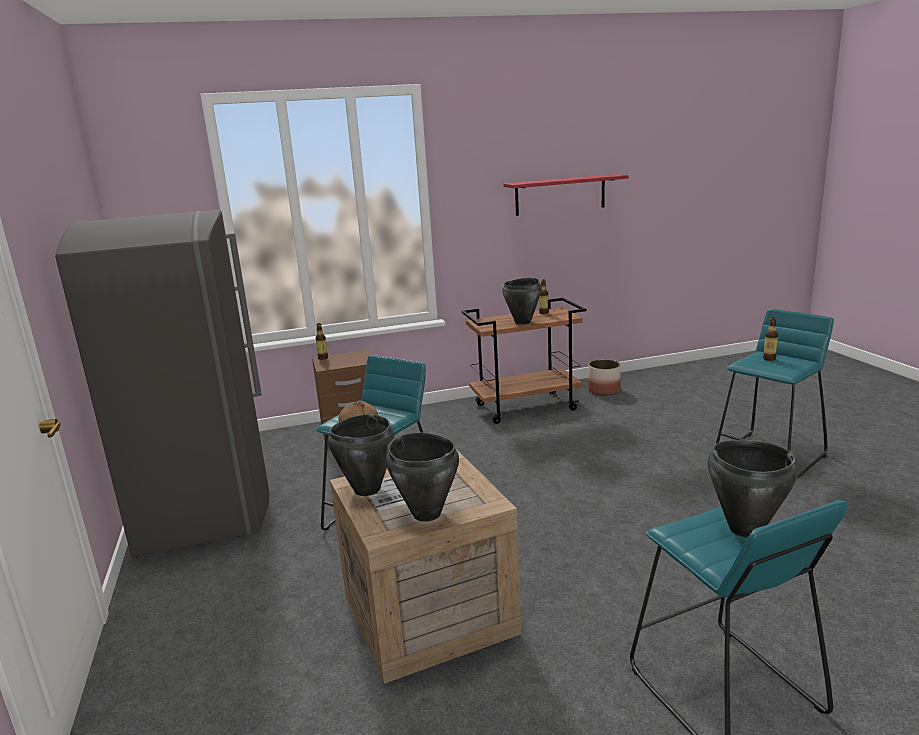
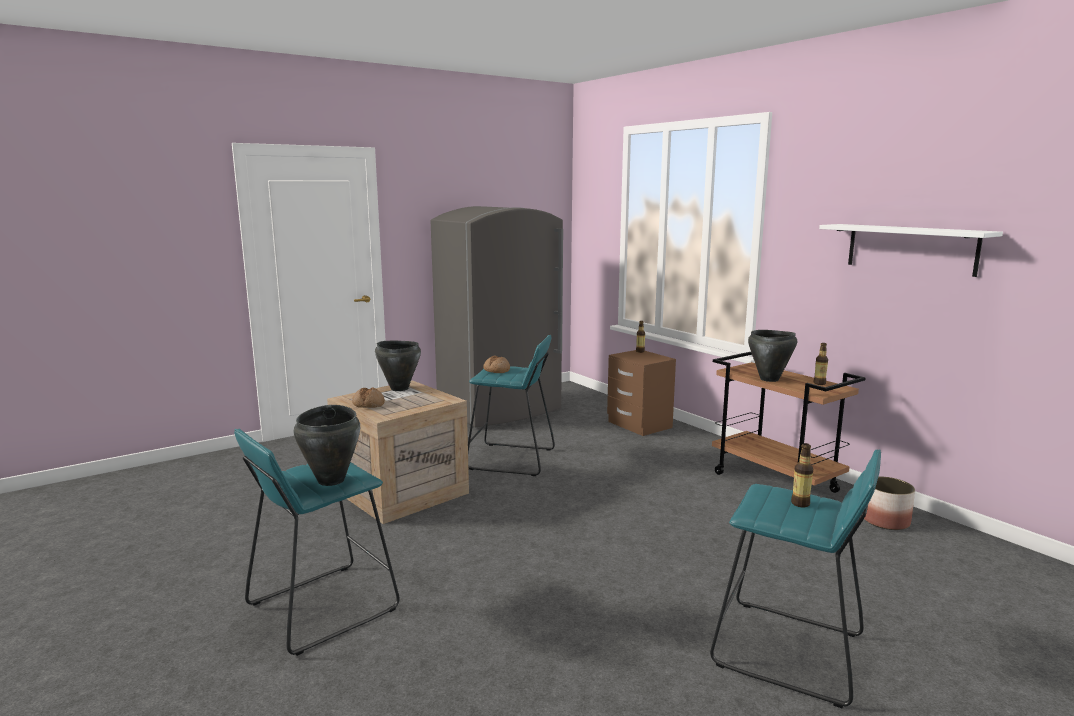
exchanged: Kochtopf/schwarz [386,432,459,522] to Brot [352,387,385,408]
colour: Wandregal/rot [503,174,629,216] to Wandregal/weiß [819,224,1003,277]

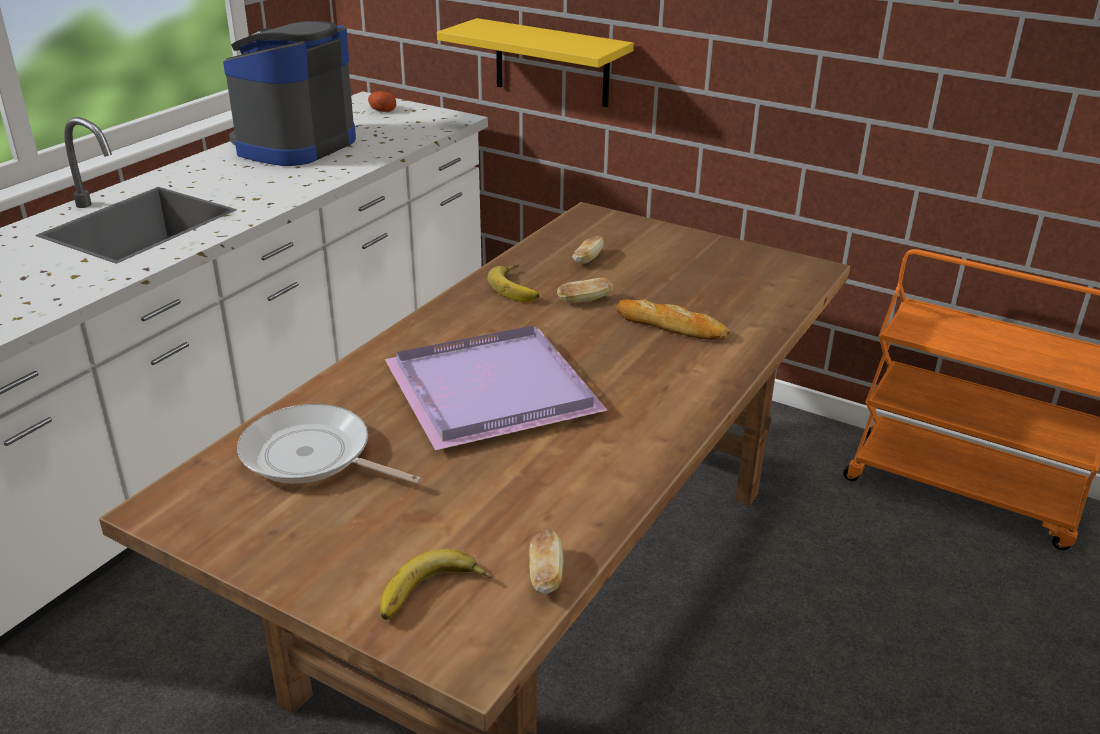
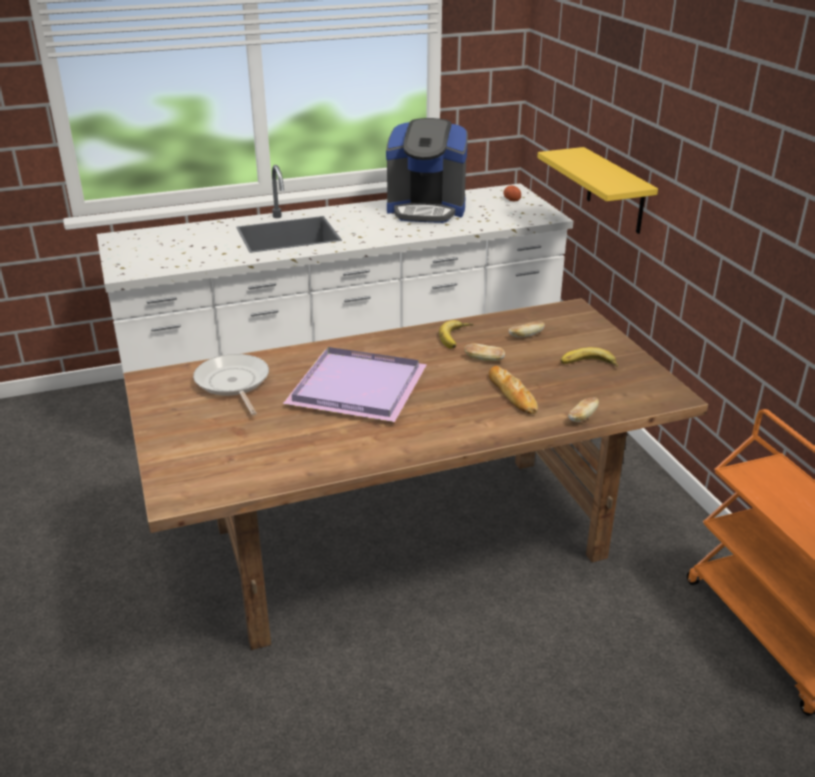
relocated: Banane [380,549,492,620] to [560,347,618,367]; Brot [529,529,563,594] to [568,397,599,422]
spun: Kaffeemaschine [223,21,356,166] = [386,118,468,223] 150 degrees counterclockwise

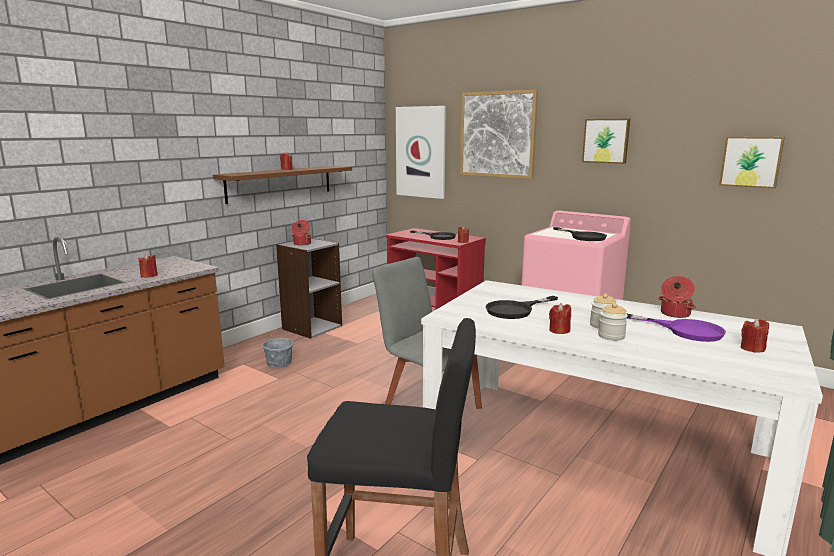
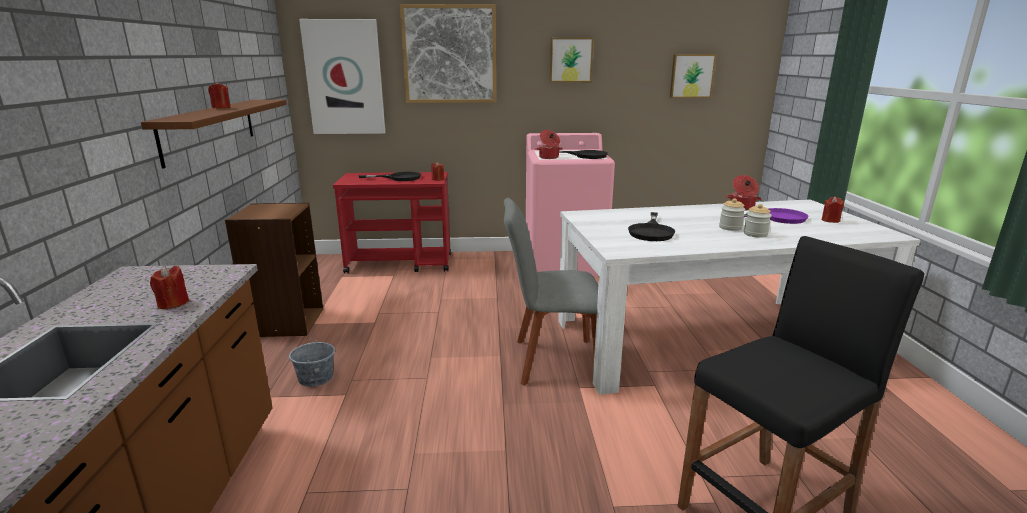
missing: Kerze/rot [549,303,571,334]
relocated: Kochtopf [291,220,312,245] to [535,130,563,159]
colour: Bücherregal/grau [276,238,342,339] to Bücherregal/braun [225,203,323,337]

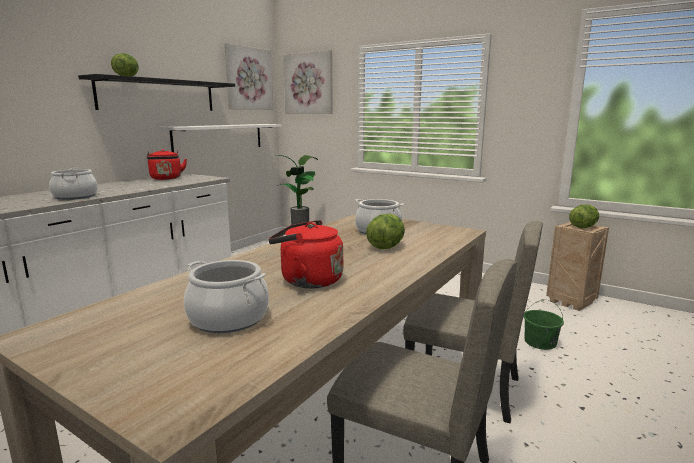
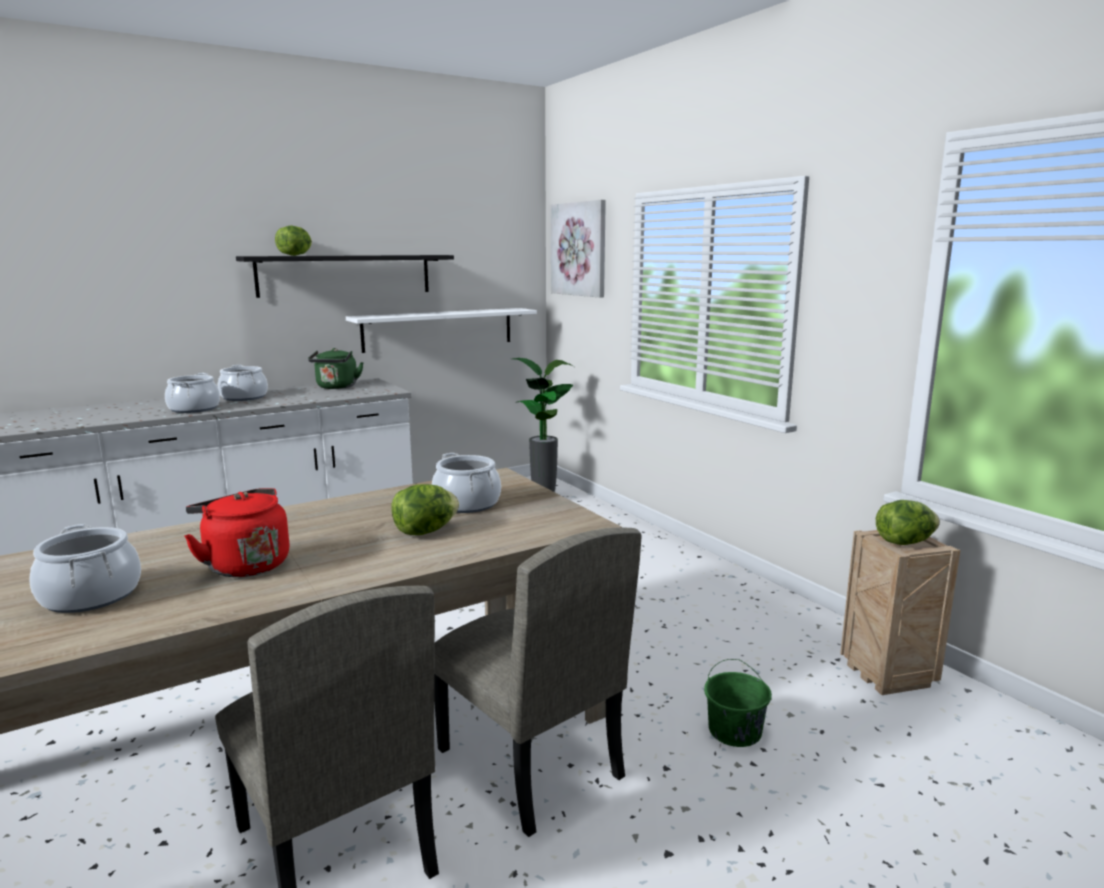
missing: Bild [224,43,273,110]
appeared: Kochtopf [218,365,268,401]
colour: Wasserkessel/rot [147,149,187,180] to Wasserkessel/grün [308,348,364,389]

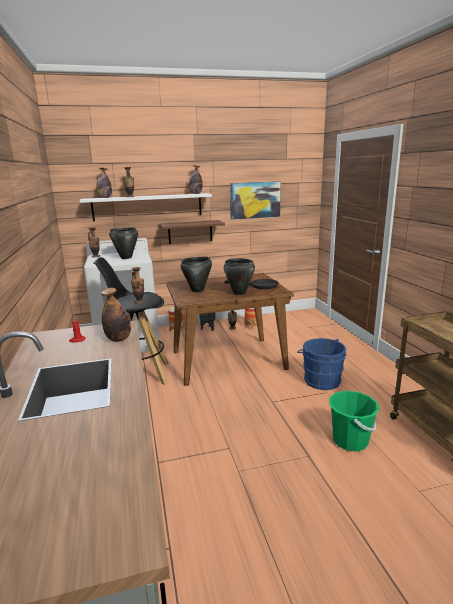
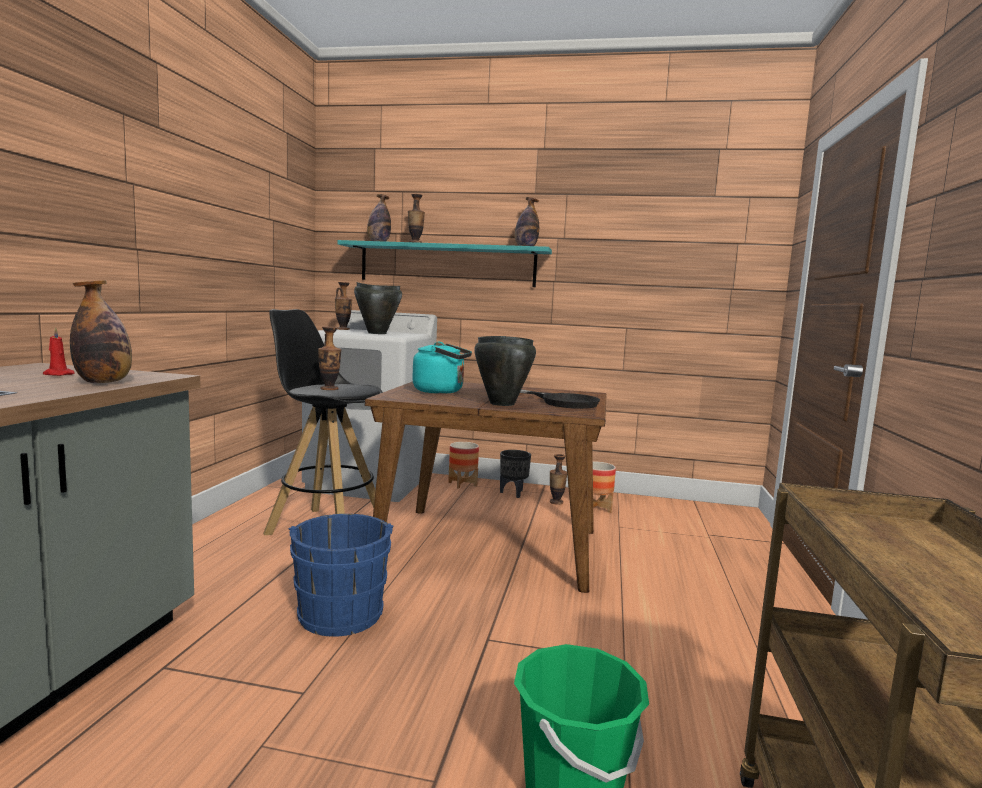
missing: Wandregal/braun [160,220,225,244]; Bild [230,181,281,220]
relocated: Eimer/blau [297,338,346,390] to [289,514,394,637]
exchanged: Kochtopf/schwarz [180,257,212,292] to Wasserkessel/türkis [412,342,472,394]
colour: Wandregal/weiß [80,193,212,221] to Wandregal/türkis [338,240,552,287]

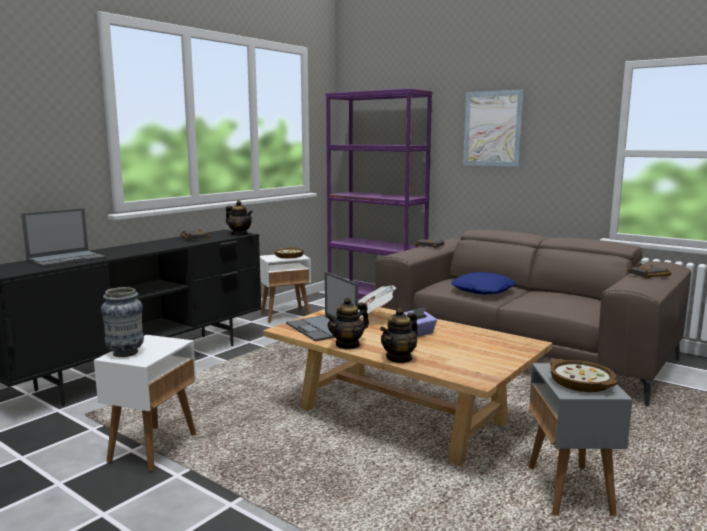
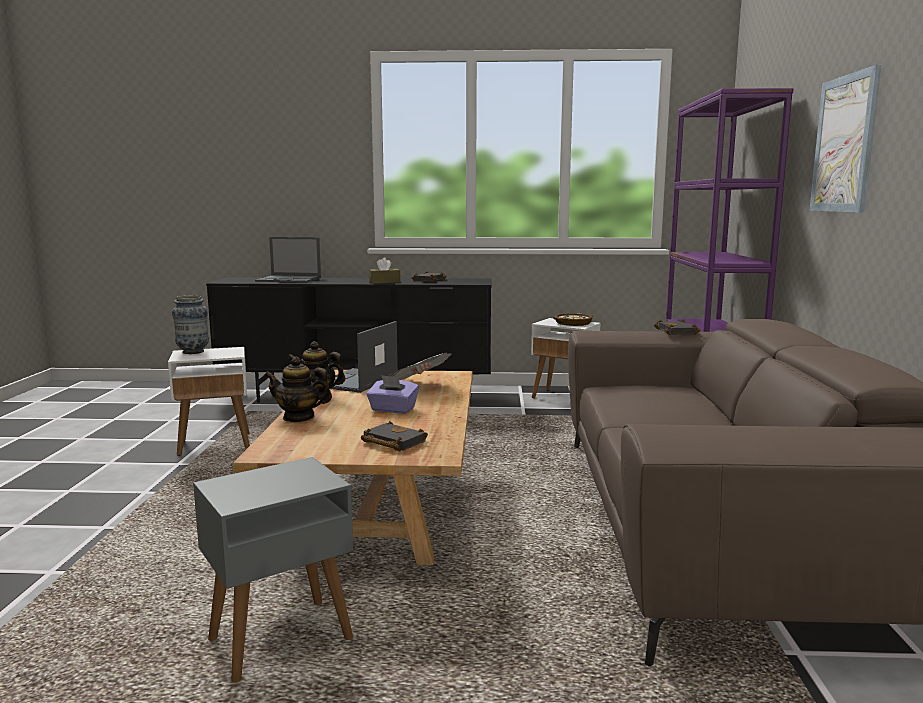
missing: Teekanne [226,200,253,235]; Kissen/blau [451,272,516,294]; Schüssel [550,359,618,392]
appeared: Taschentuchbox/braun [369,257,400,284]
relocated: Buch/schwarz [628,265,672,278] to [361,421,428,451]

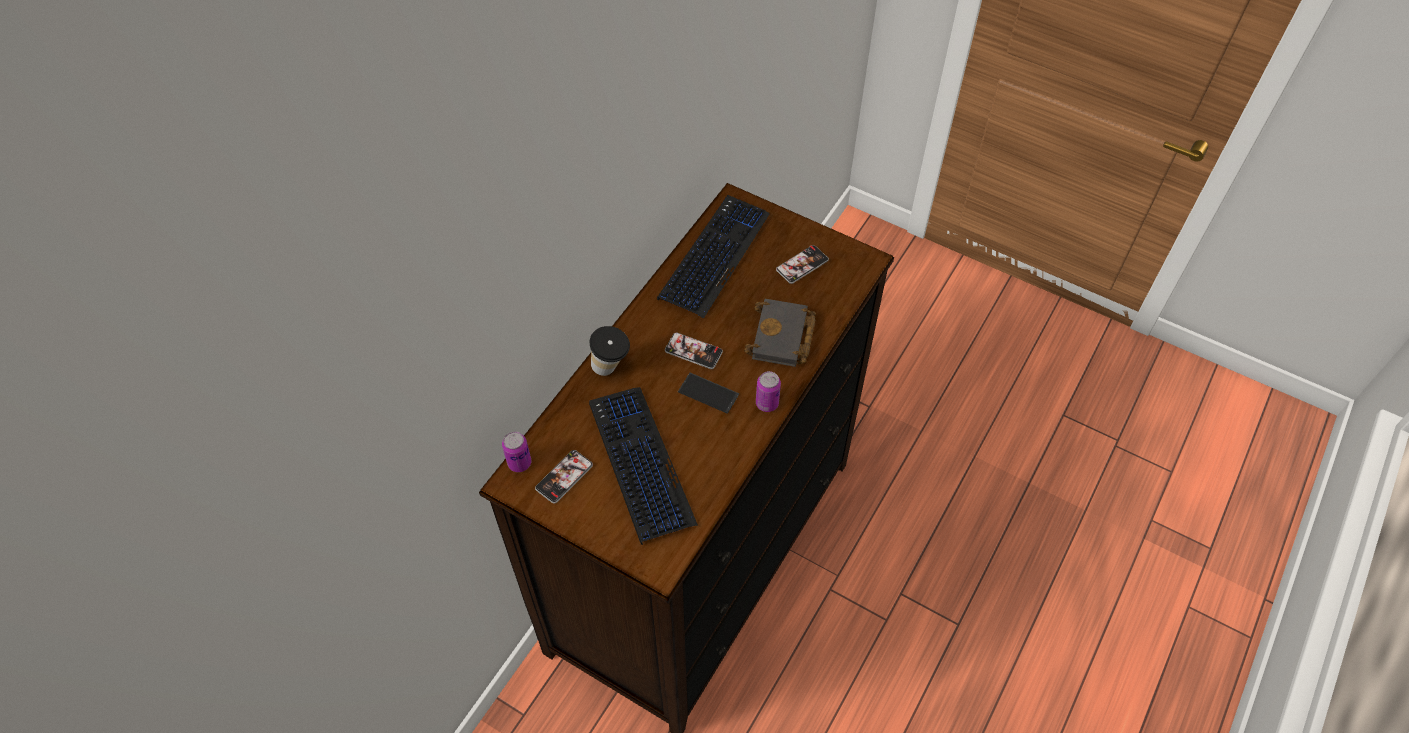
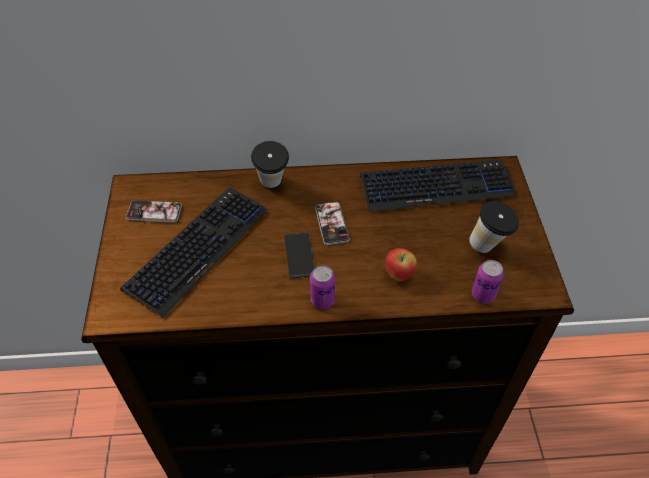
relocated: Dose [502,431,531,472] to [472,260,504,303]
exchanged: Buch/schwarz [744,299,816,367] to Apfel [385,248,417,281]; Handy [776,245,829,284] to Tasse [469,201,519,253]

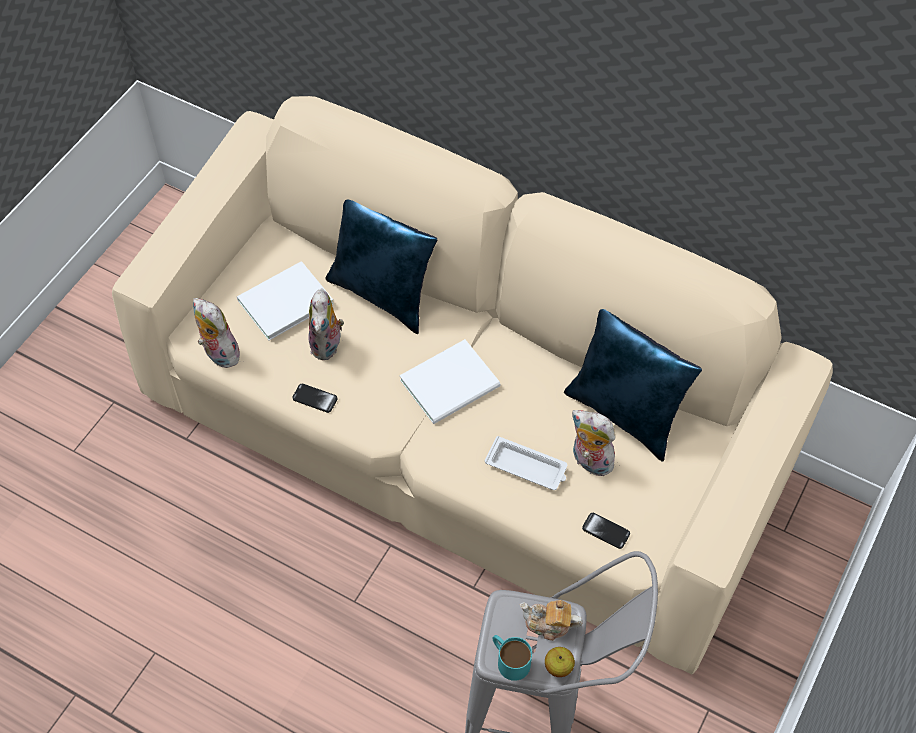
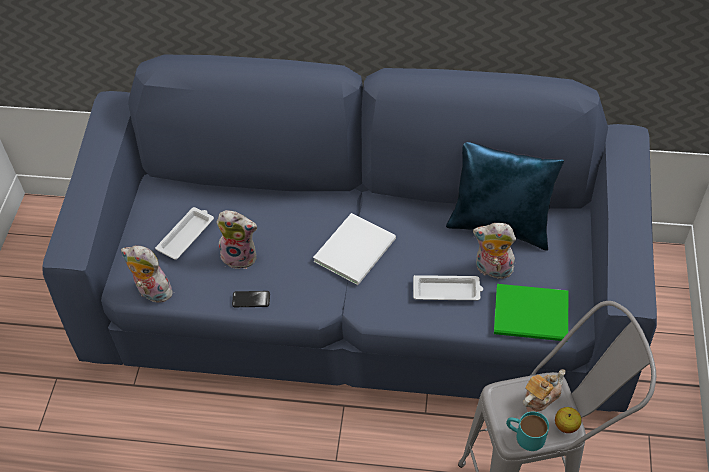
missing: Kissen/blau [325,200,437,334]
exchanged: Buch/weiß [237,261,334,340] to Tablett/weiß [155,207,214,260]; Handy [582,513,630,549] to Buch/grün [494,284,569,341]
colour: Sofa/beige [112,96,833,674] to Sofa/blau [42,55,657,412]
spun: Plüschtier [308,289,344,360] = [217,210,257,269] 60 degrees counterclockwise; Teekanne [520,600,583,641] = [523,369,566,411] 150 degrees clockwise

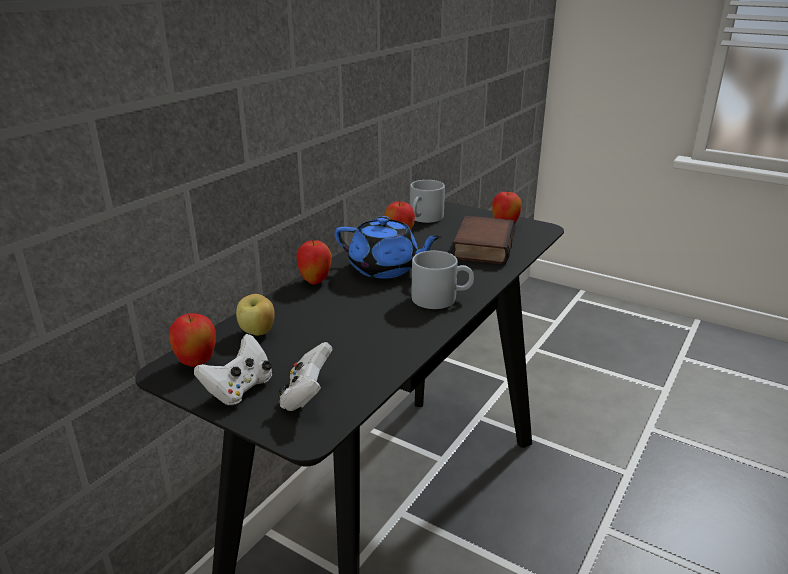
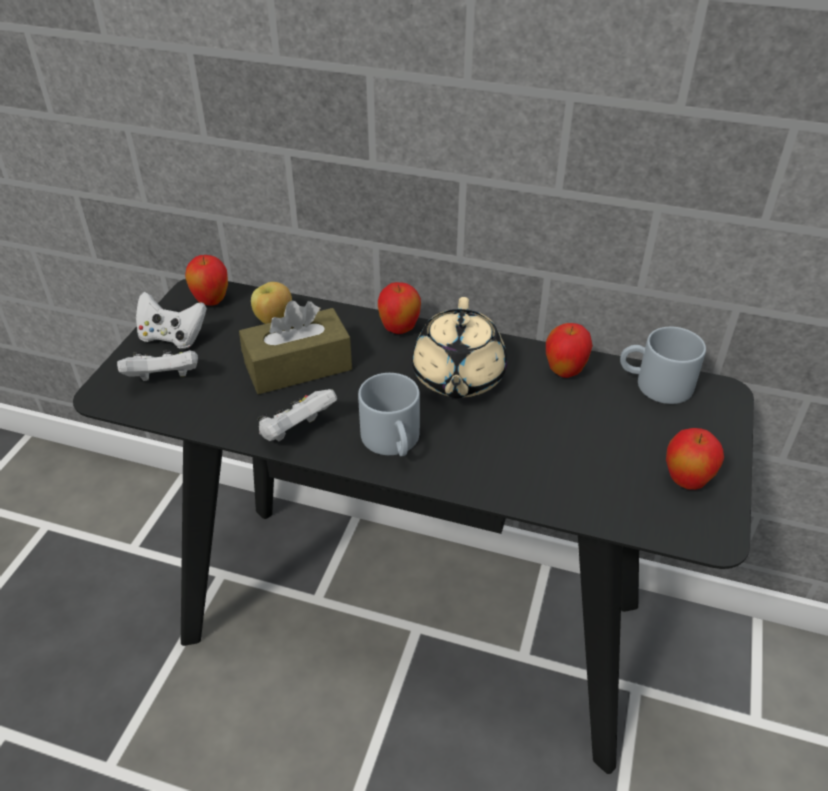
missing: Buch [453,216,515,265]
appeared: Taschentuchbox/braun [239,301,352,394]; Gamepad/weiß [258,389,337,441]
colour: Teekanne/blau [335,216,442,279] to Teekanne/beige [412,297,507,398]

